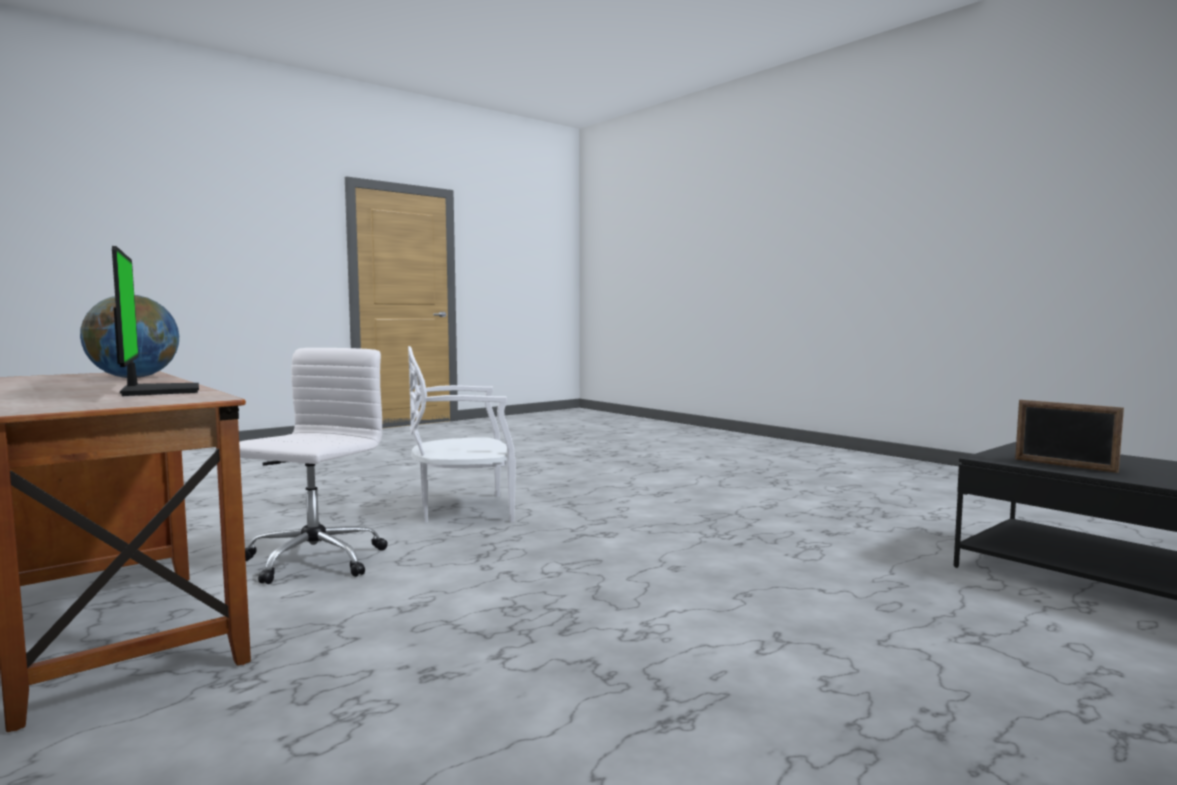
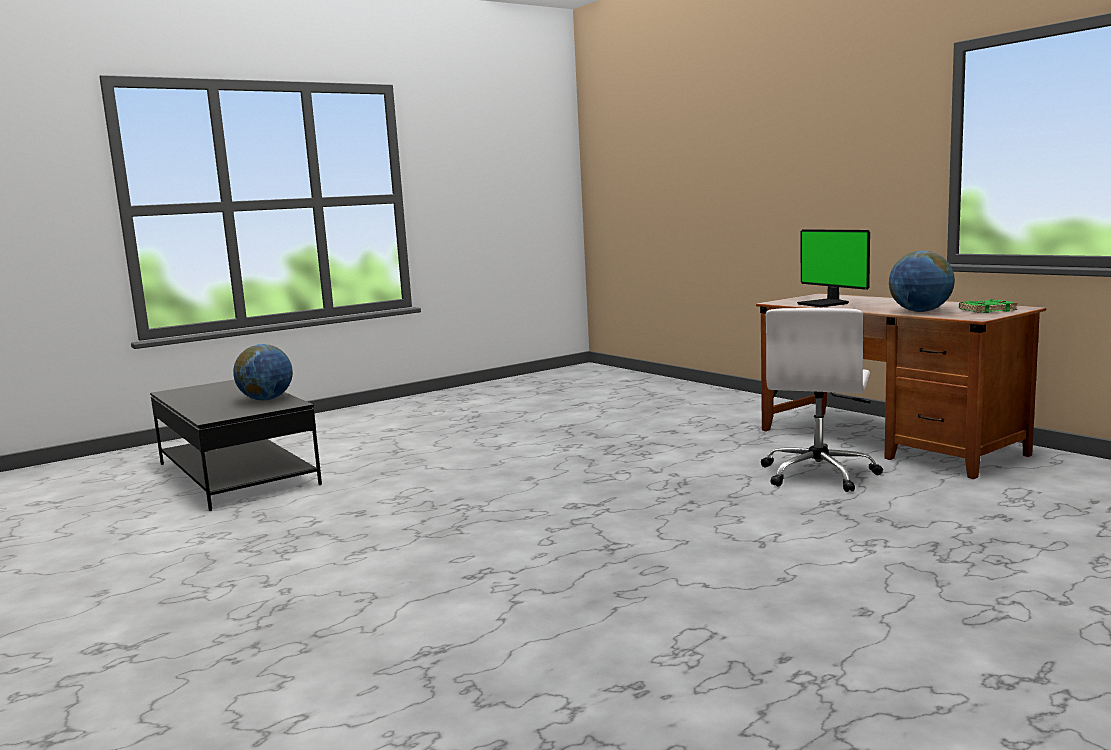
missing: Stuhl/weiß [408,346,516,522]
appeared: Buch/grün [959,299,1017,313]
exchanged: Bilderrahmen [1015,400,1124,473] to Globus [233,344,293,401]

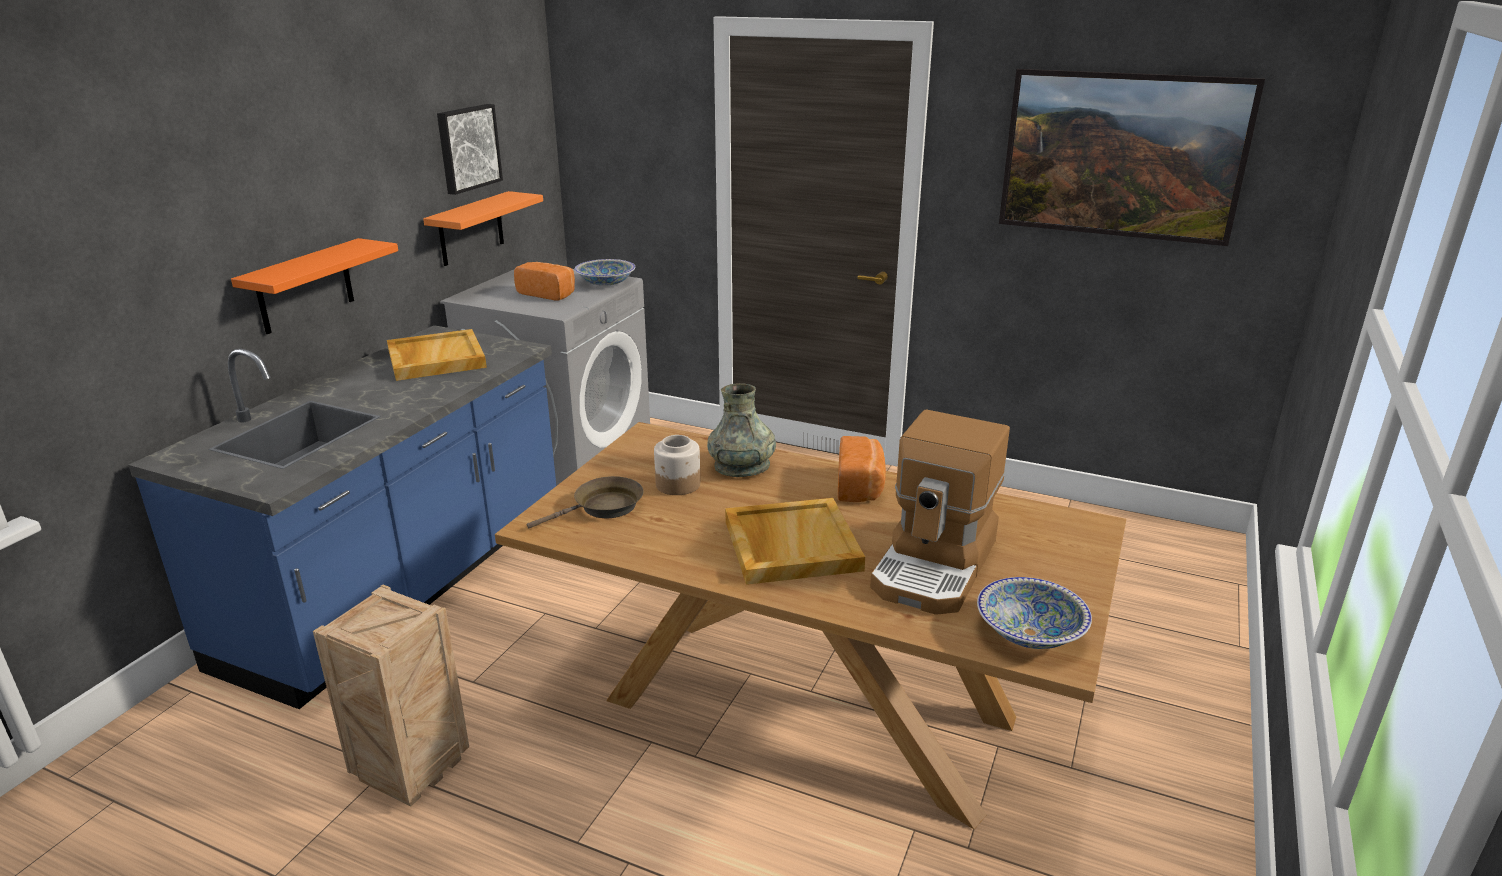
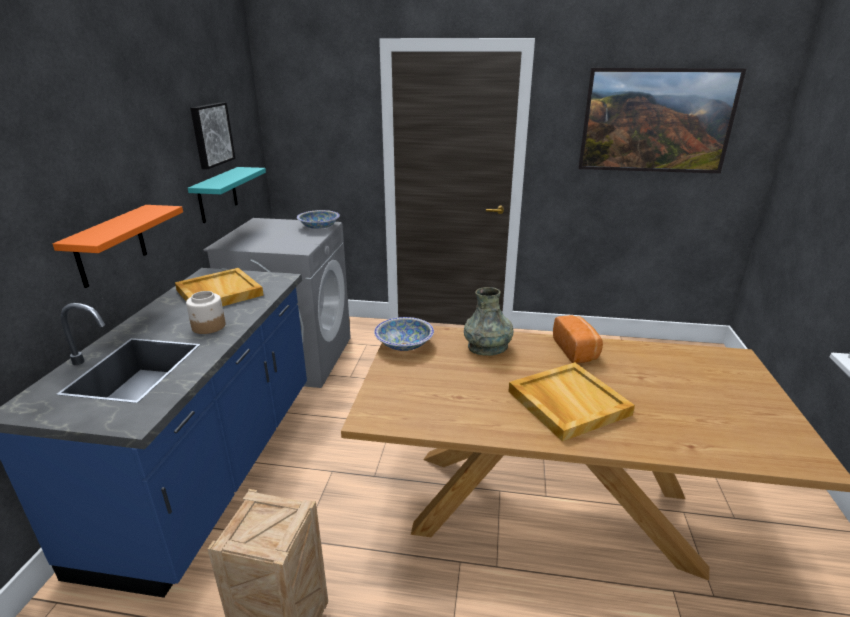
missing: Brot [514,262,575,300]; Pfanne/braun [527,476,644,529]; Kaffeemaschine [870,409,1010,615]
relocated: Vorratsglas [654,435,700,495] to [186,291,226,334]; Schüssel [977,577,1092,649] to [374,317,434,351]
colour: Wandregal/orange [423,191,543,266] to Wandregal/türkis [188,167,266,223]

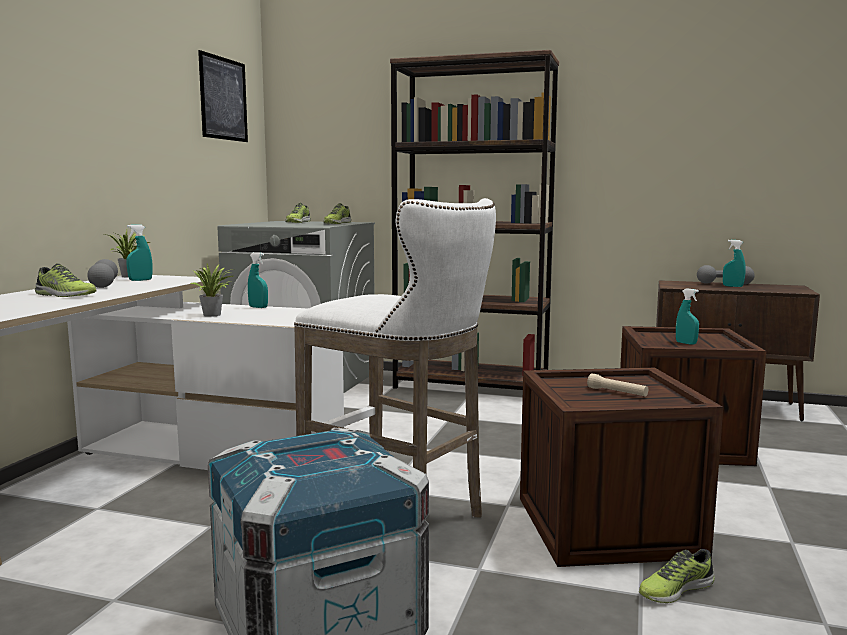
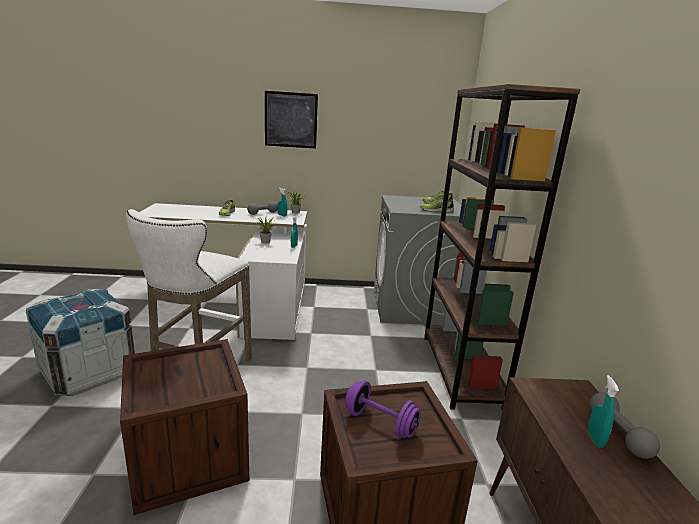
missing: Taschenlampe/beige [587,374,648,397]; Schuh [639,549,715,603]
relocated: Bild [198,50,248,142] to [265,91,318,149]
exchanged: Sprühflasche/türkis [676,288,699,345] to Hantel/lila [345,381,421,438]

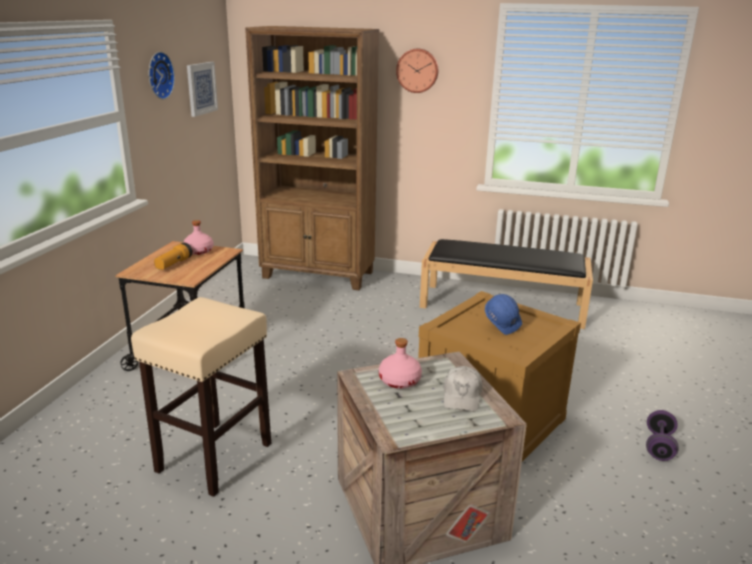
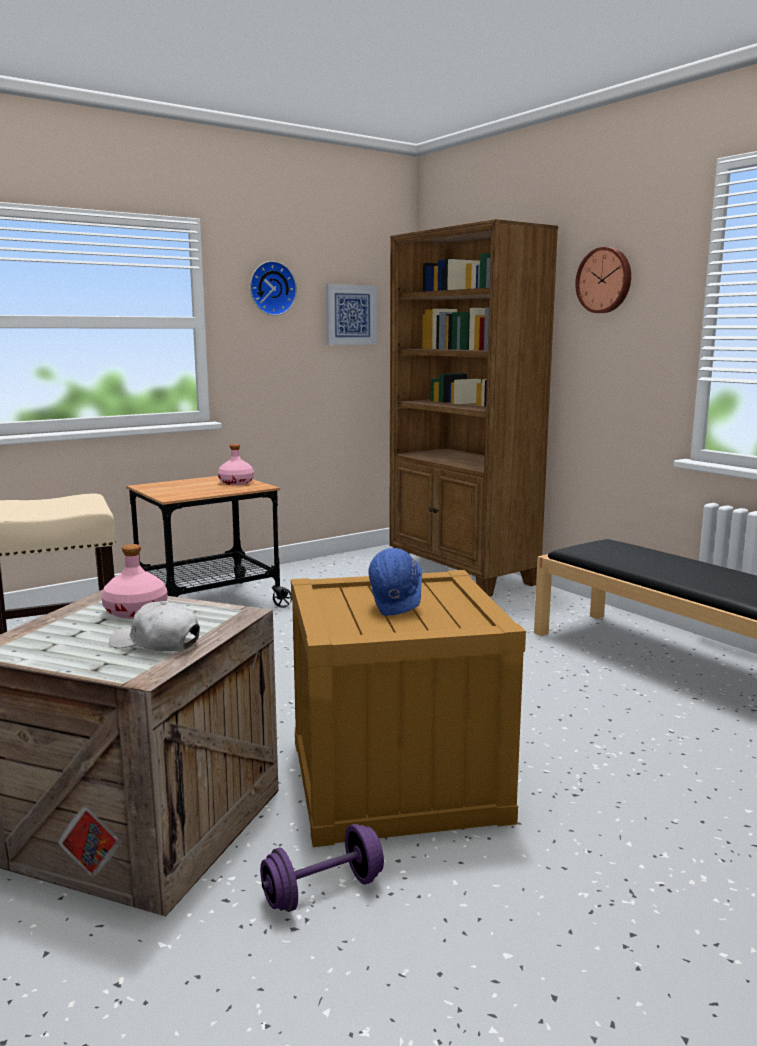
missing: Taschenlampe [154,243,193,270]
relocated: Hantel/lila [646,410,679,461] to [260,824,384,912]
spun: Kappe/weiß [443,366,482,412] = [109,601,200,651] 60 degrees clockwise

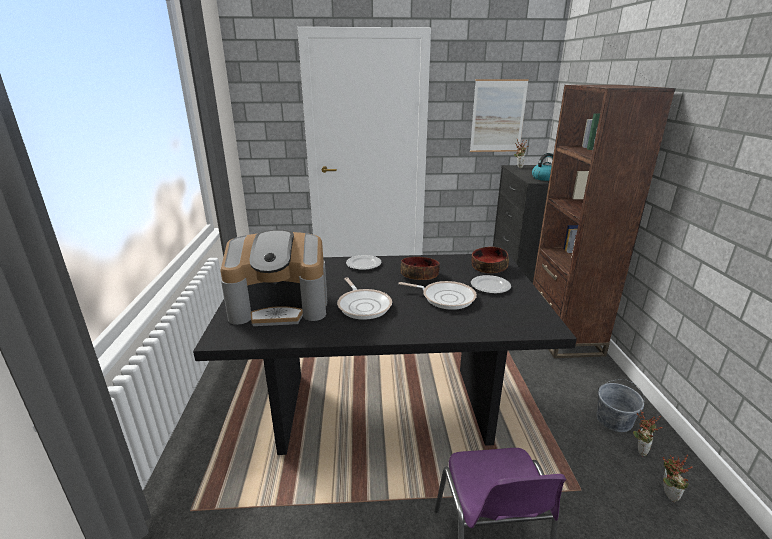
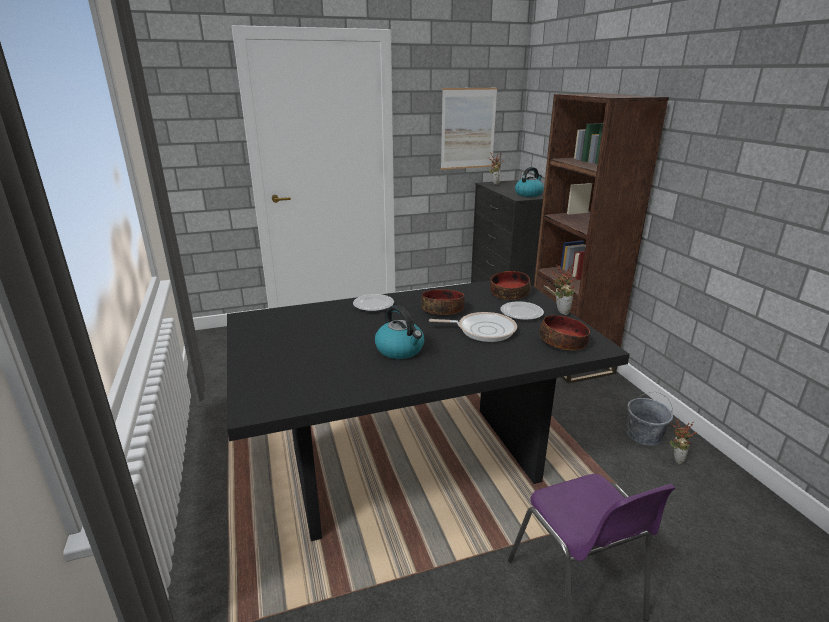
missing: Kaffeemaschine [221,230,327,326]
appeared: Schüssel [539,315,590,350]
relocated: Topfpflanze [663,455,693,502] to [551,265,577,315]
exchanged: Pfanne [337,277,392,320] to Wasserkessel [375,305,424,359]

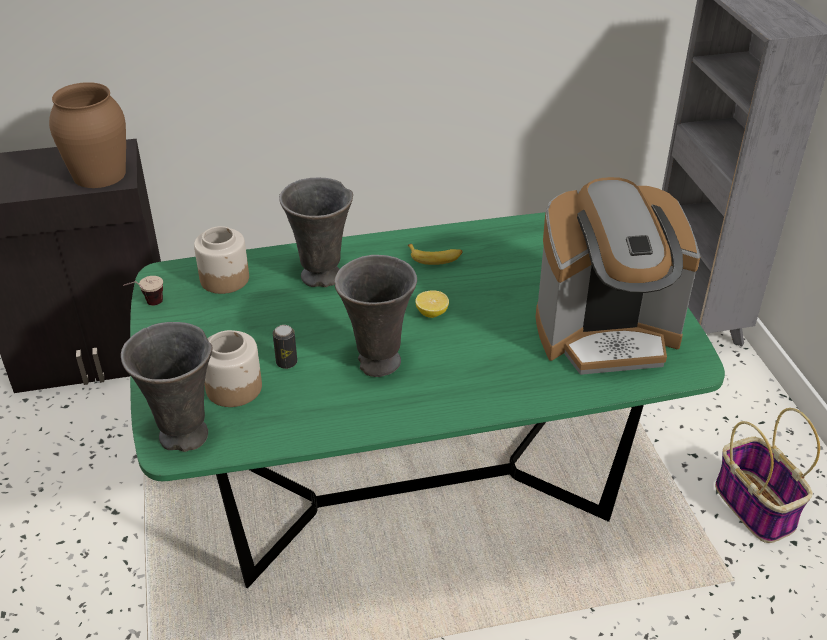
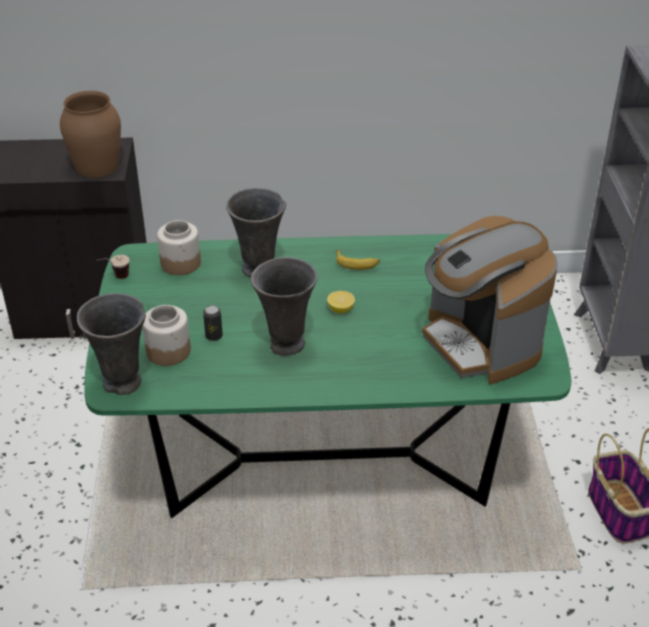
spun: Kaffeemaschine [535,177,701,375] = [422,216,558,384] 60 degrees clockwise

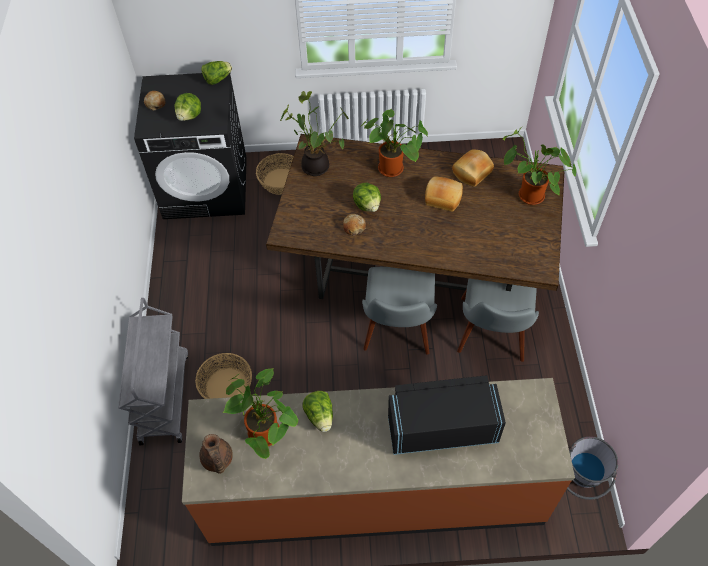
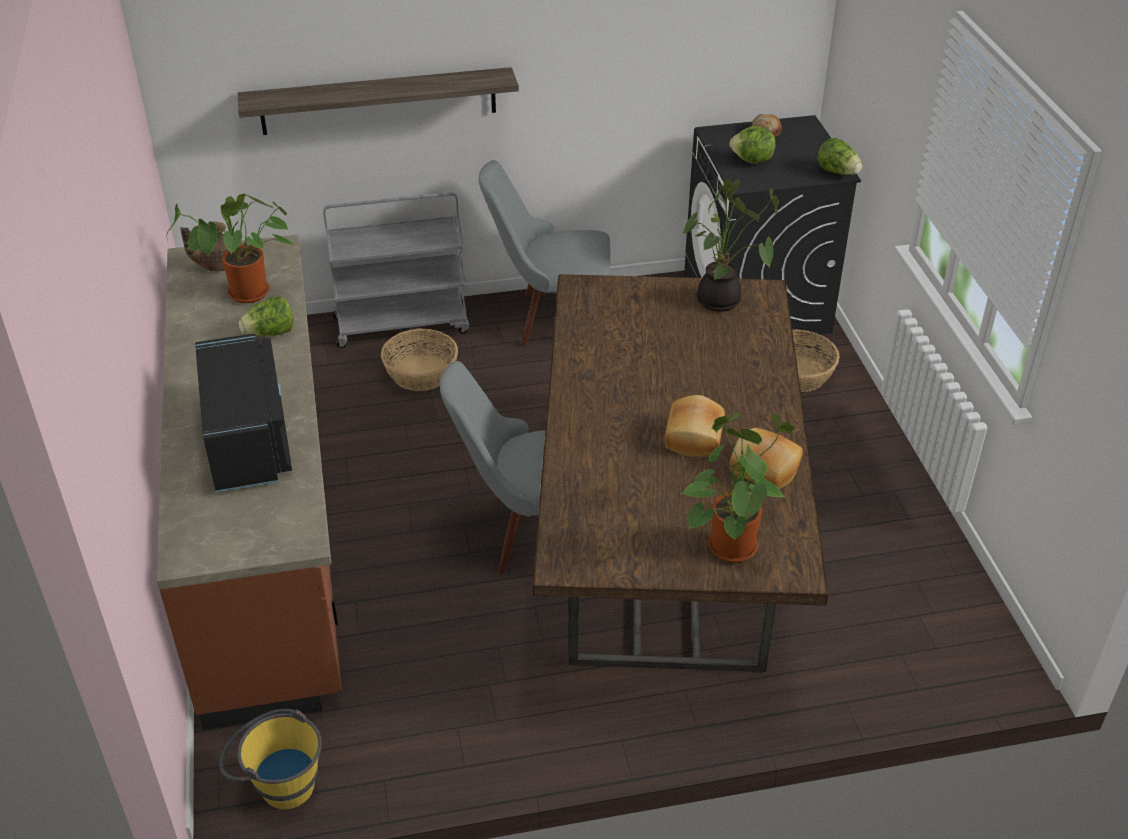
missing: Brot [343,214,366,236]; Salatkopf [353,183,381,212]; Topfpflanze [361,109,428,177]
appeared: Wandregal [238,67,519,135]
relocated: Stuhl/grau [457,278,539,362] to [479,160,610,346]
colour: Eimer/grau [567,436,618,500] to Eimer/gelb [219,709,322,809]

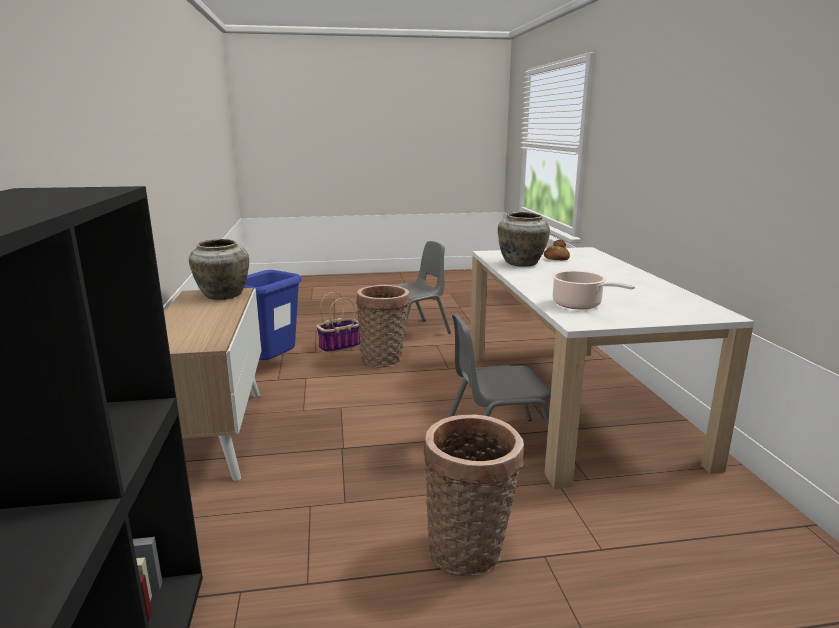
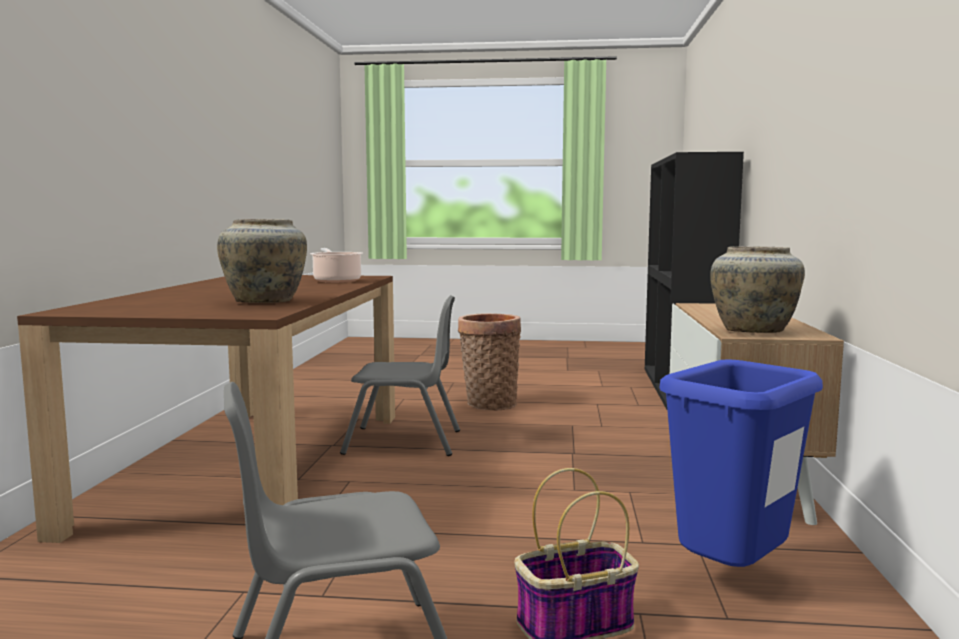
missing: Korb [356,285,410,368]; Brot [544,240,570,260]
colour: Esstisch/weiß [470,247,754,489] to Esstisch/braun [17,275,395,543]

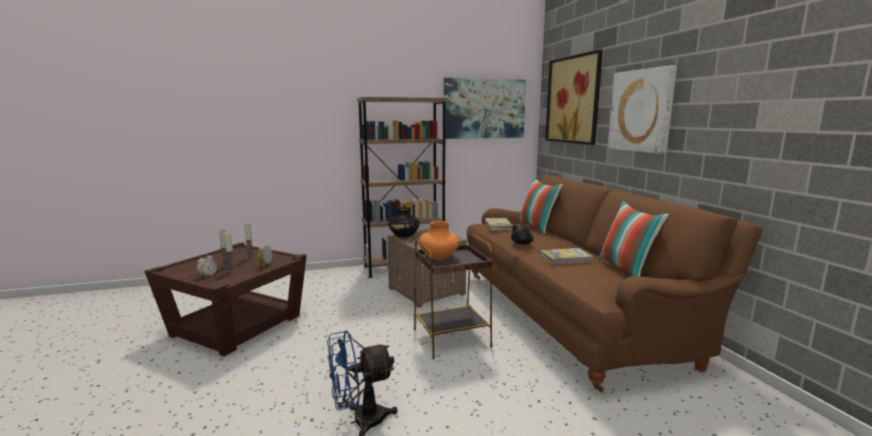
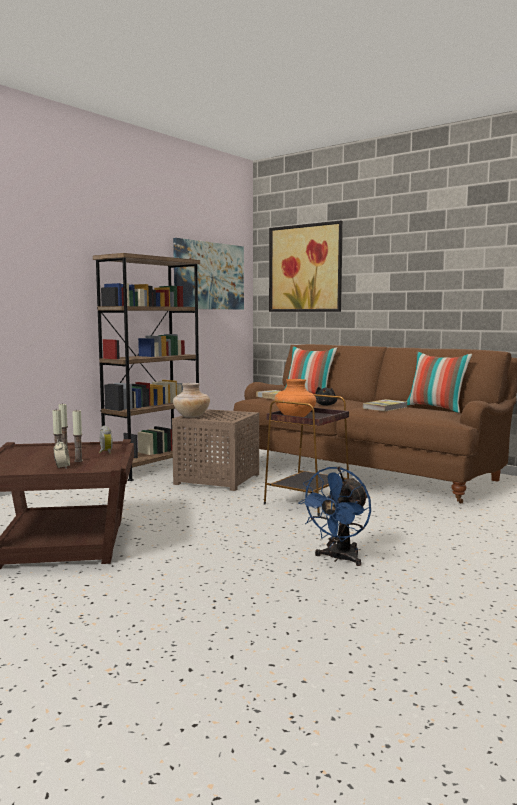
missing: Bild [608,65,677,154]
colour: Vase/schwarz [388,207,420,238] to Vase/beige [173,383,210,417]

